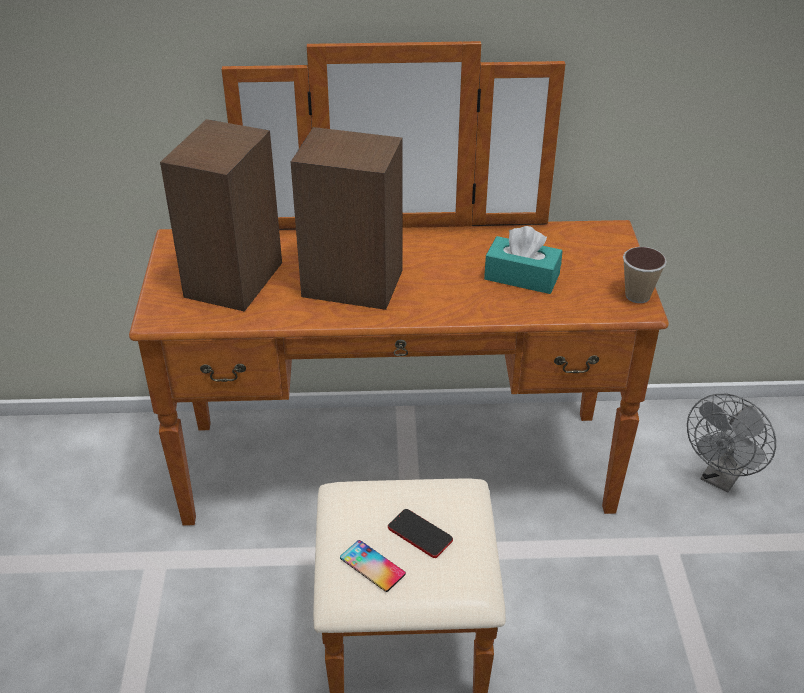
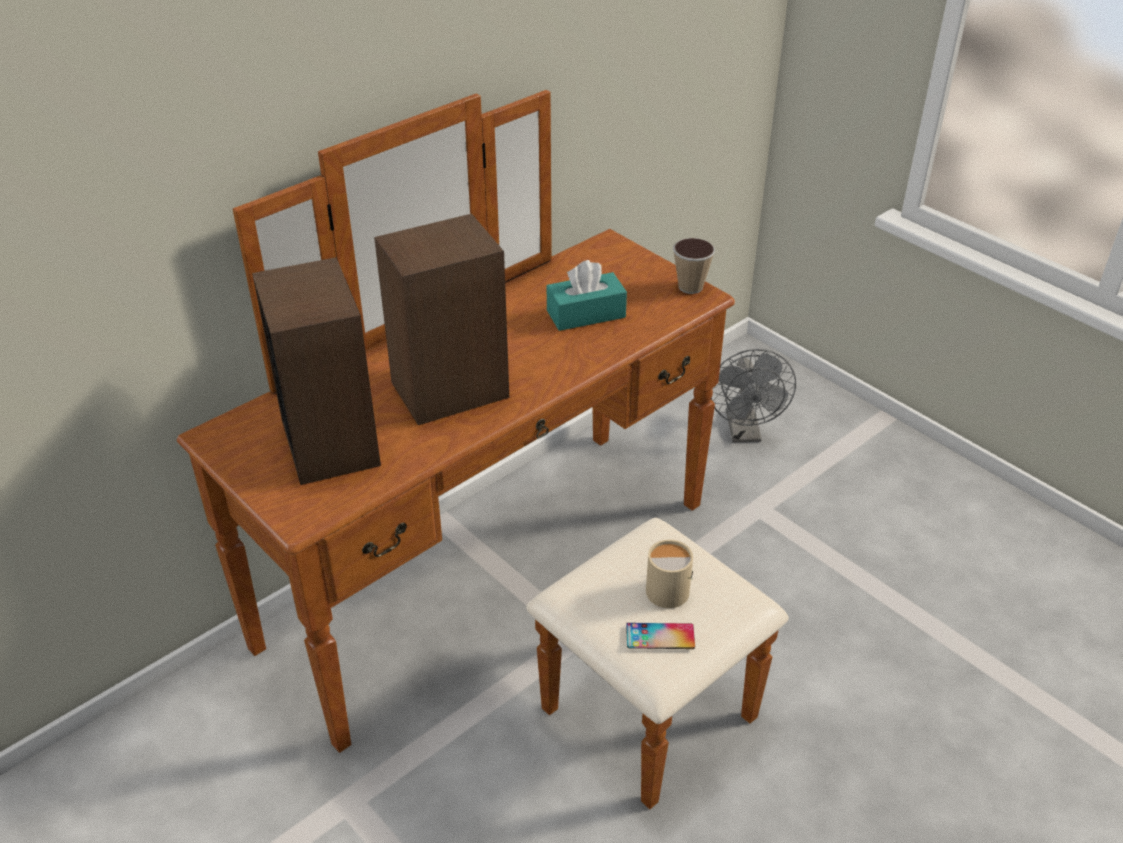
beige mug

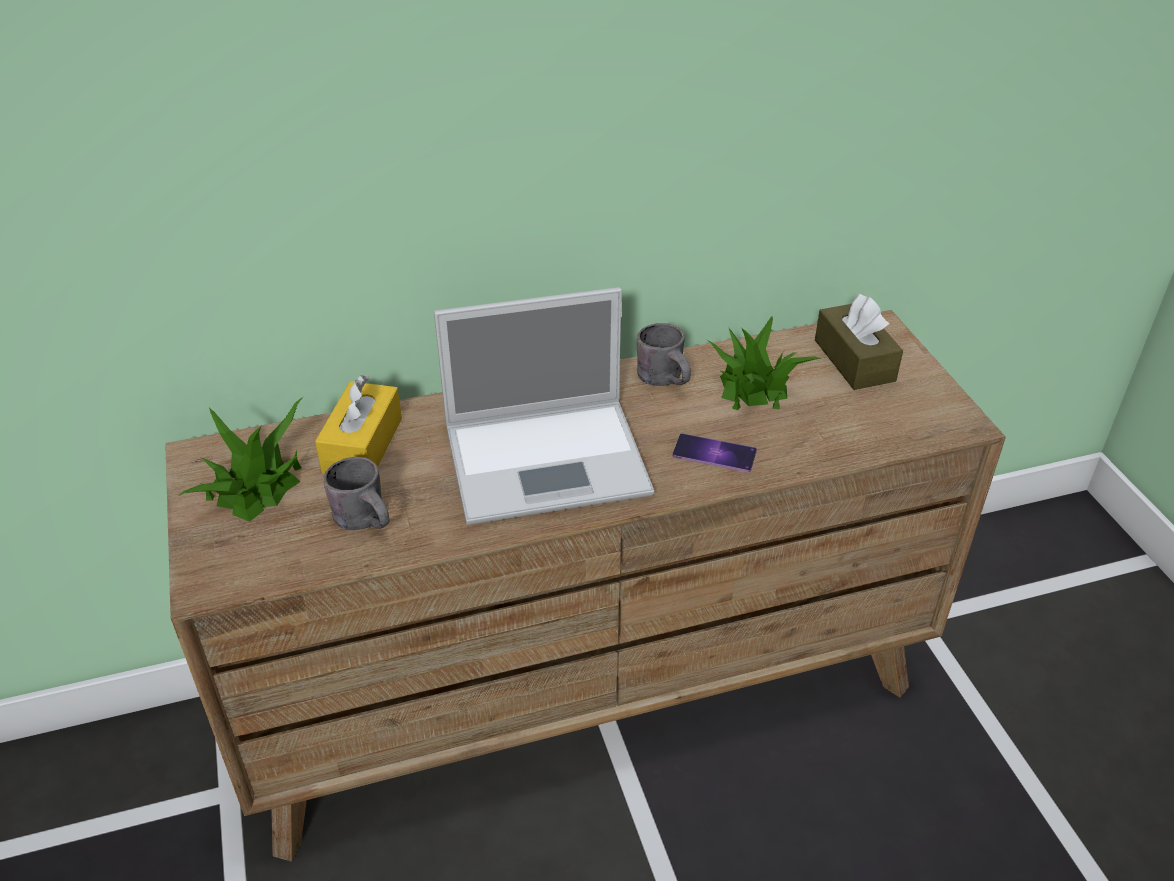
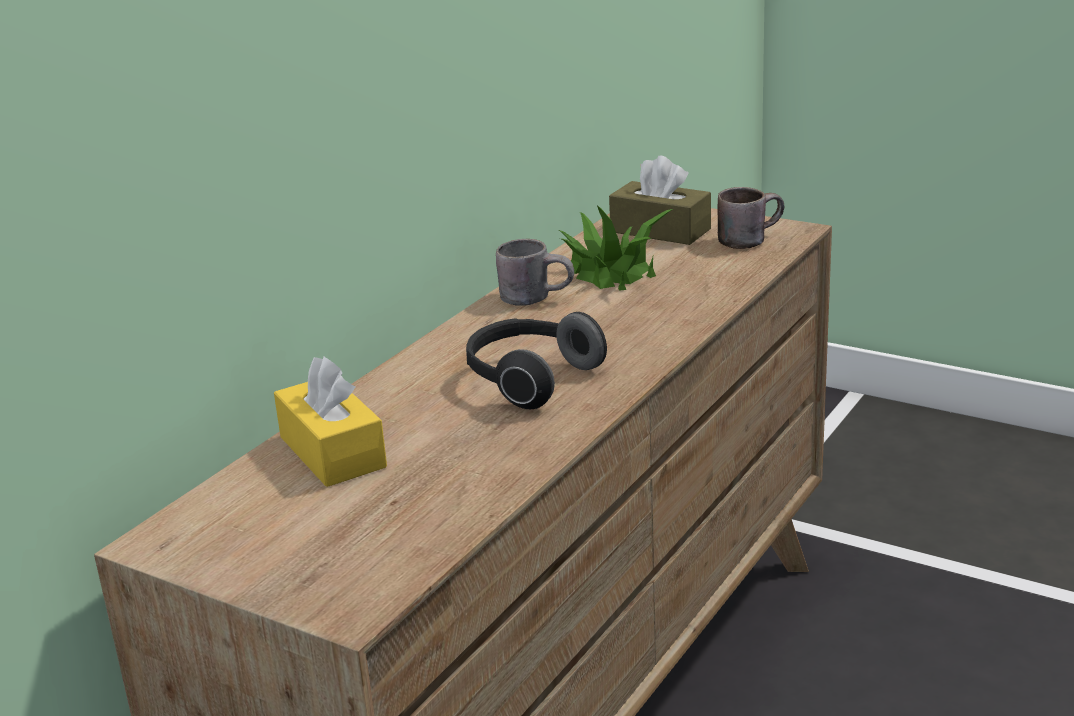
potted plant (1st from left in the first image)
grey mug (1st from left in the first image)
headphones
phone
brown mug

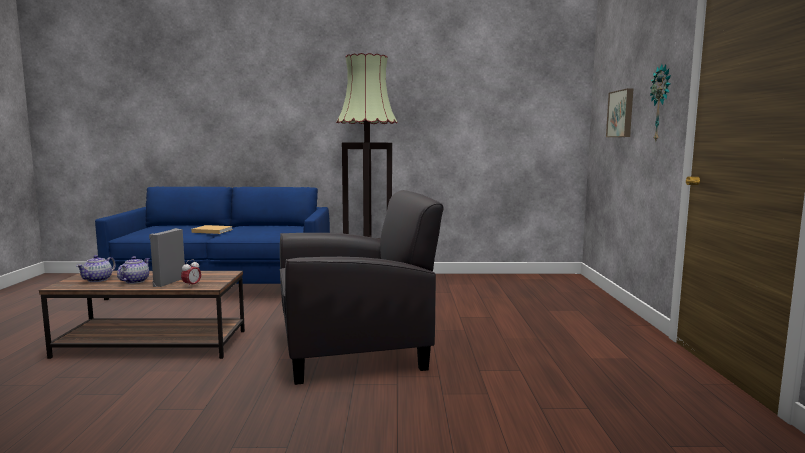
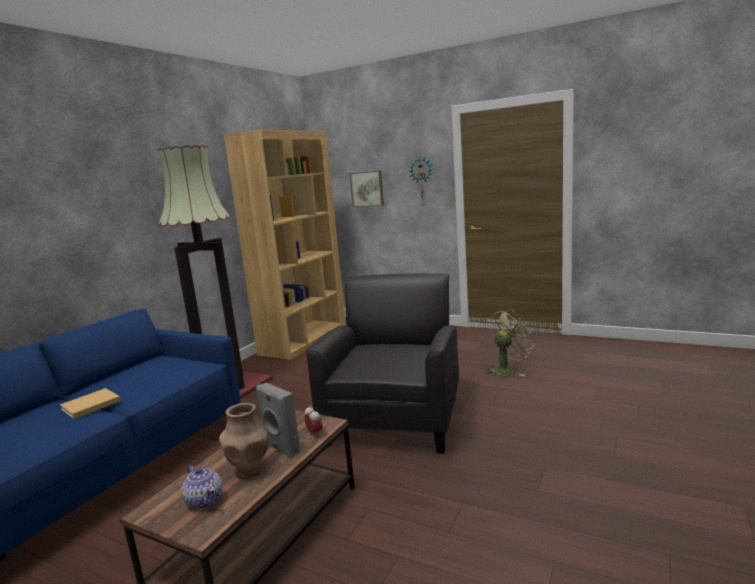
brown vase
brown bookcase
green fan

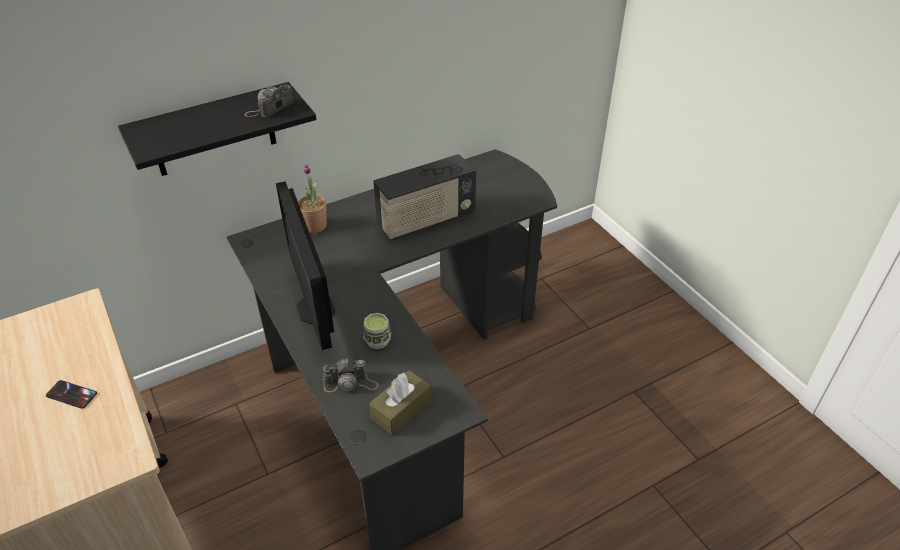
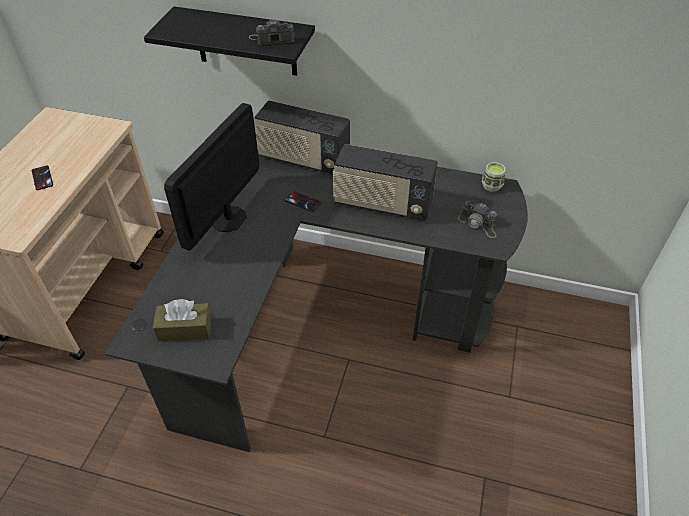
radio (1st from left)
photo camera (2nd from left)
cup
phone (2nd from left)

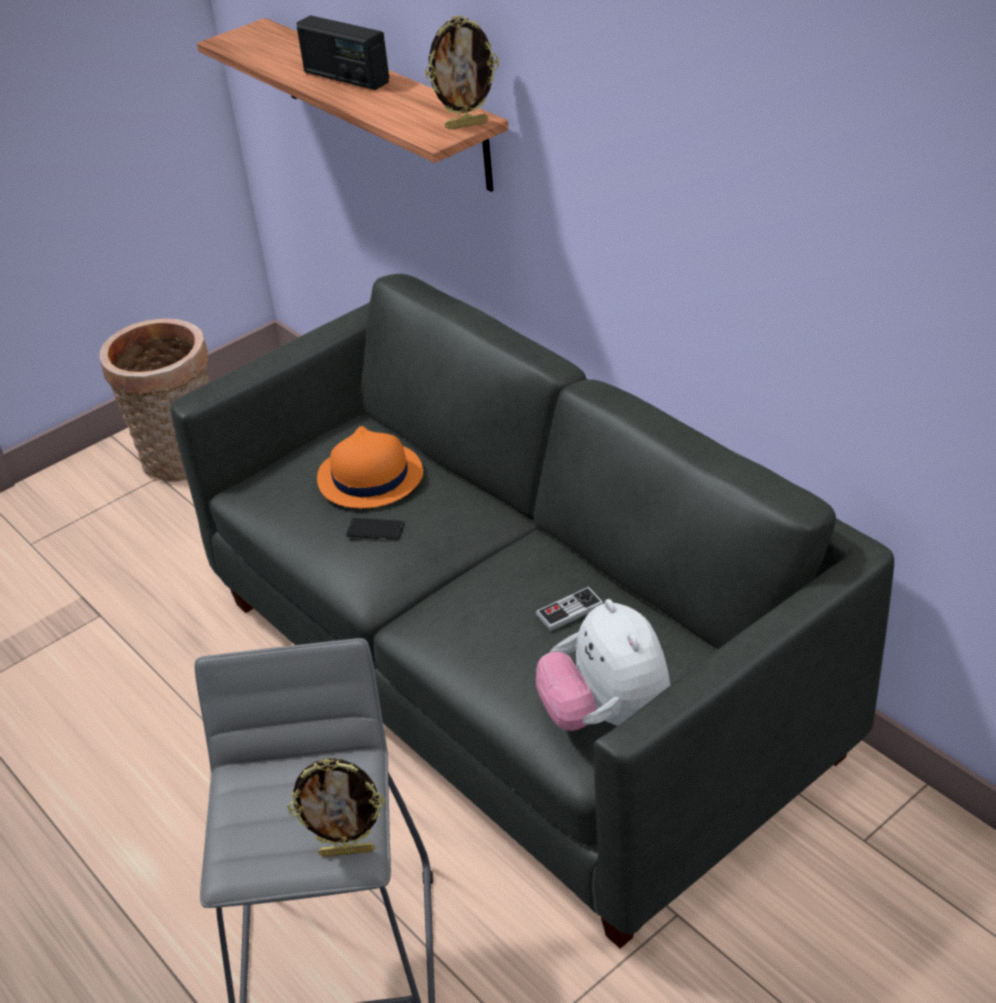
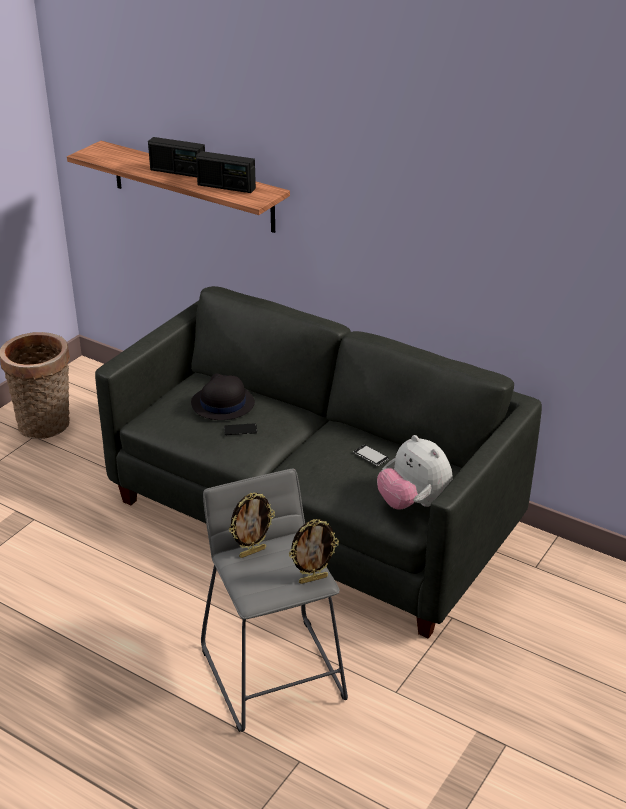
black hat
picture frame (1st from left)
phone (2nd from left)
radio (2nd from left)

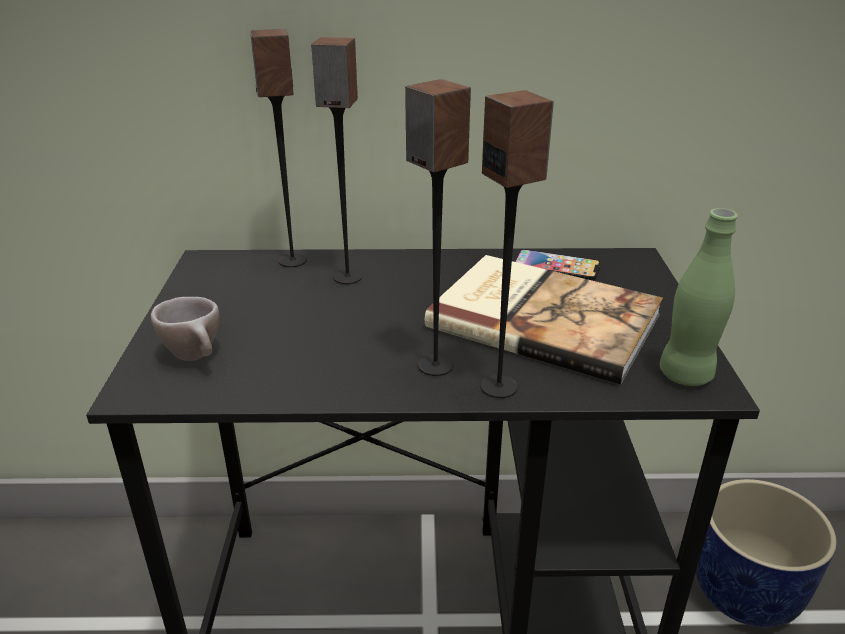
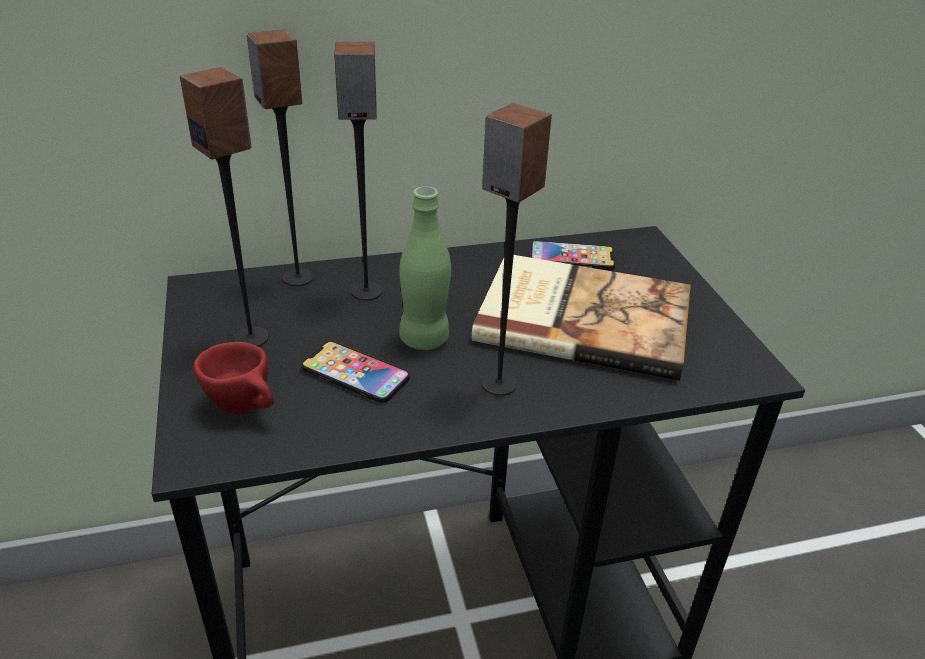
red cup
speaker (1st from left)
green bottle
blue planter
phone (1st from left)

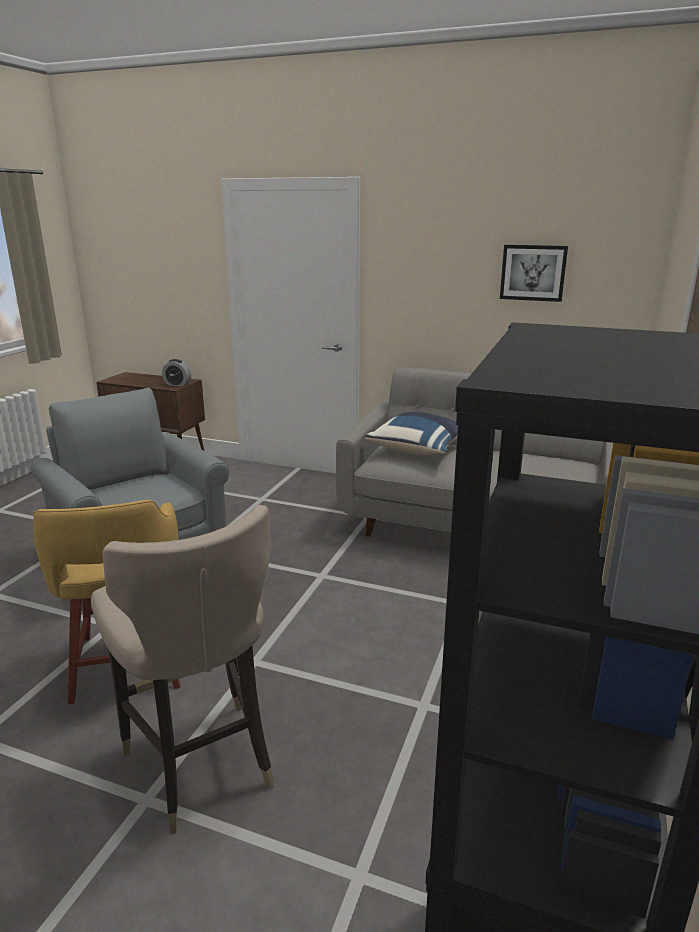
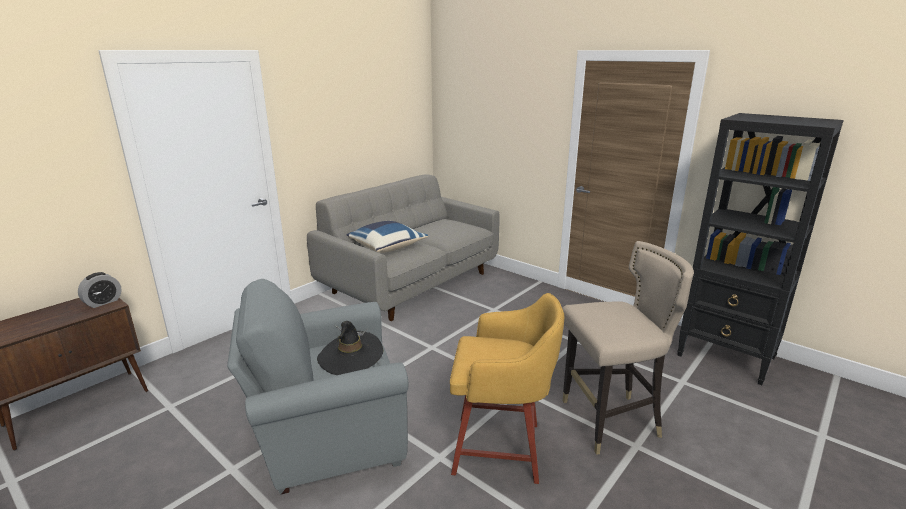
picture
black hat

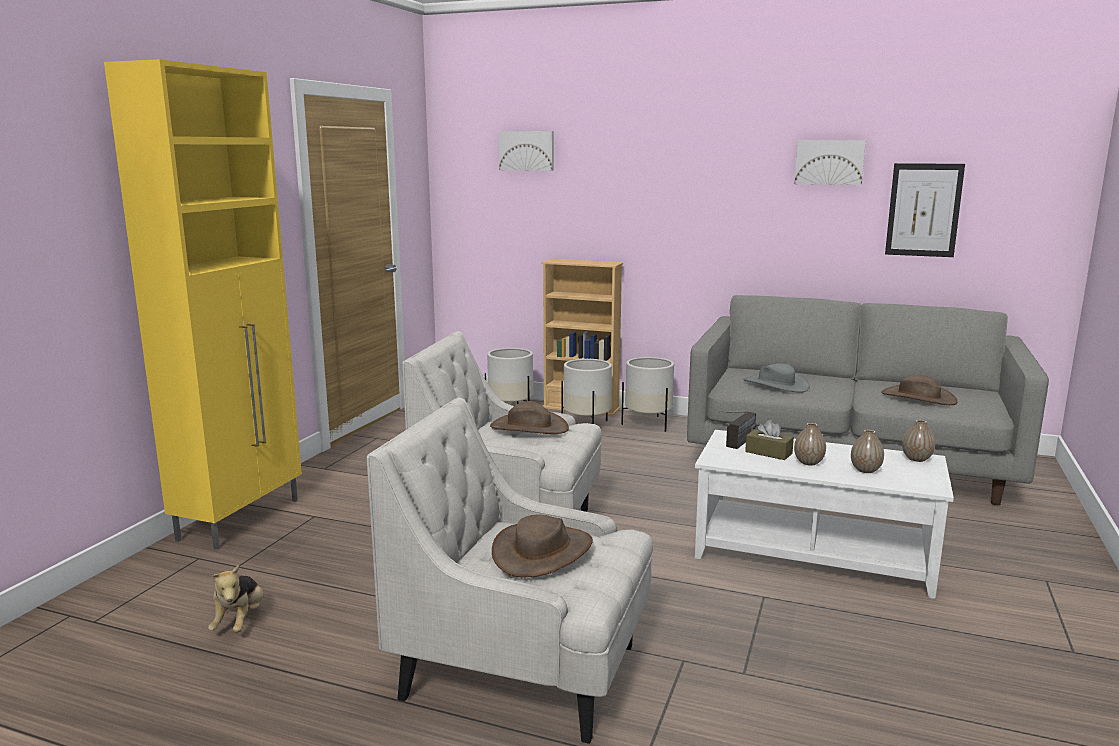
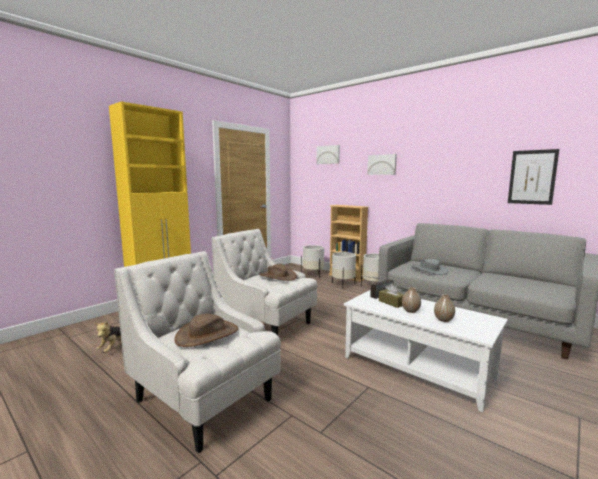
picture (2nd from left)
brown hat (3rd from left in the first image)
vase (3rd from left in the first image)

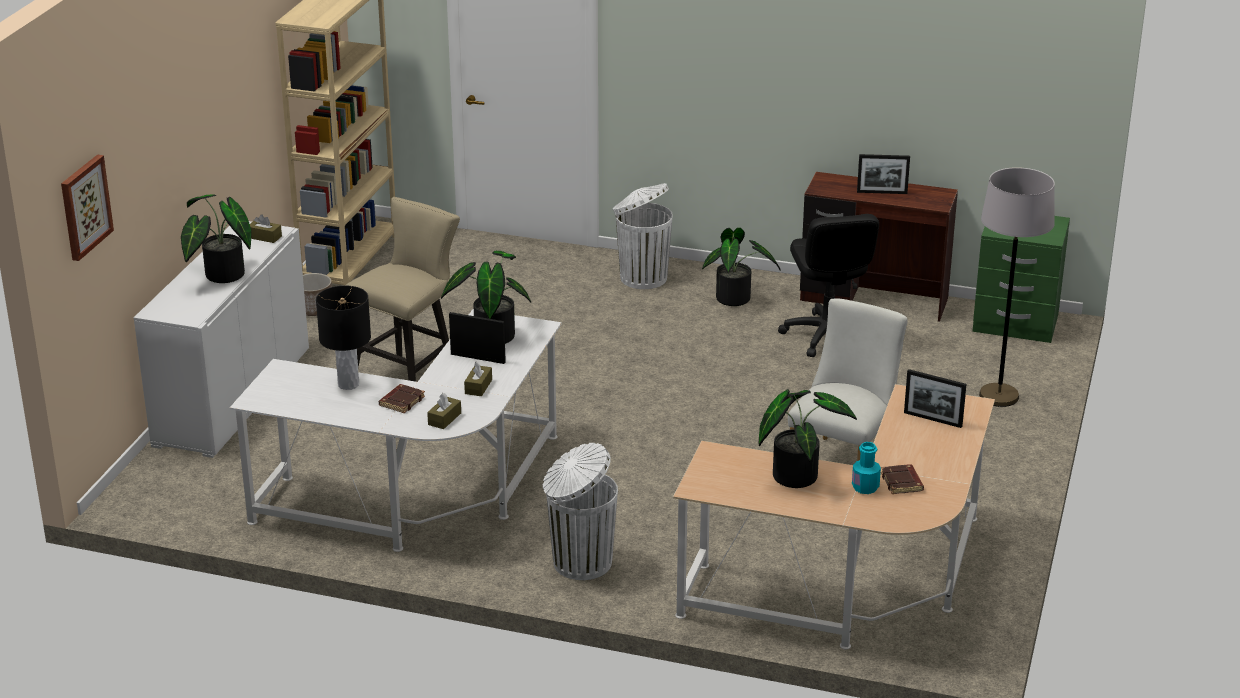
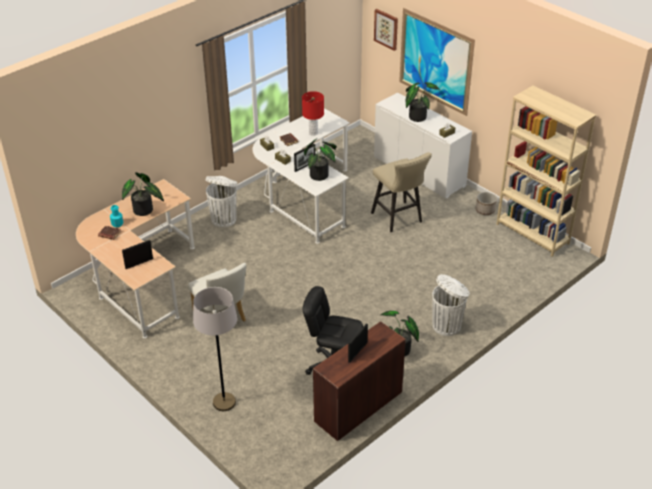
red table lamp
green nightstand
picture (2nd from left)

